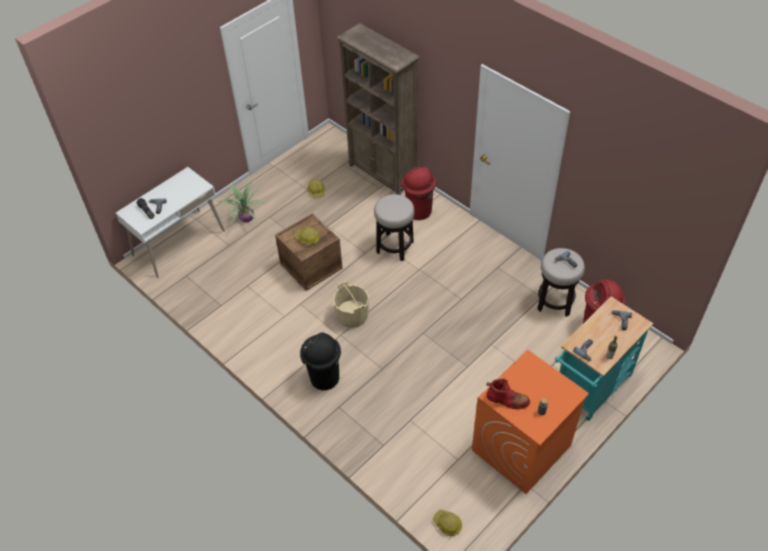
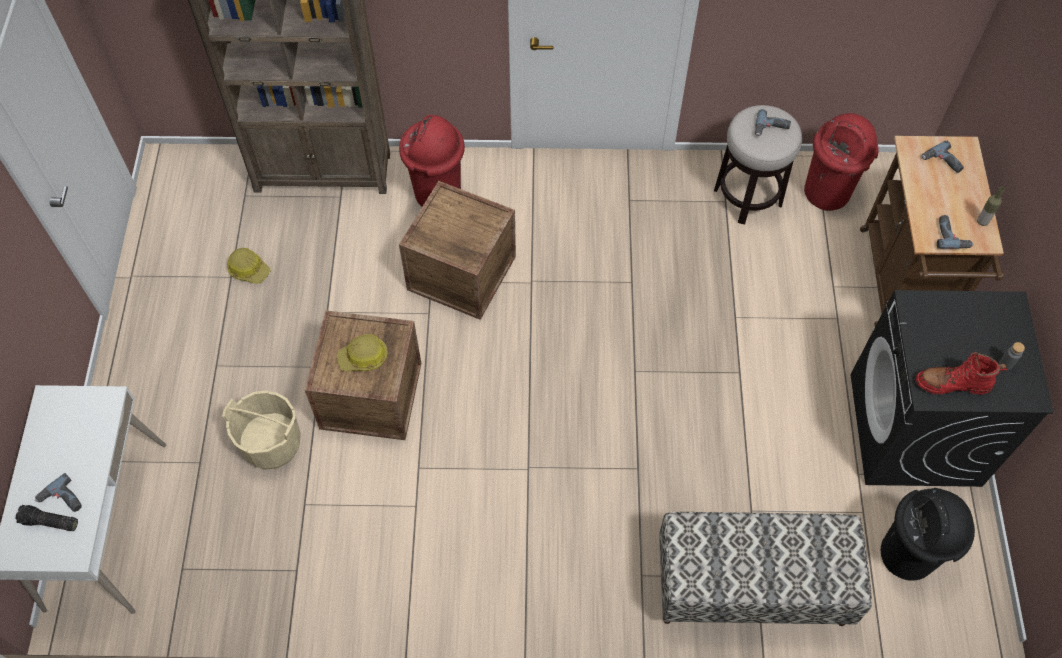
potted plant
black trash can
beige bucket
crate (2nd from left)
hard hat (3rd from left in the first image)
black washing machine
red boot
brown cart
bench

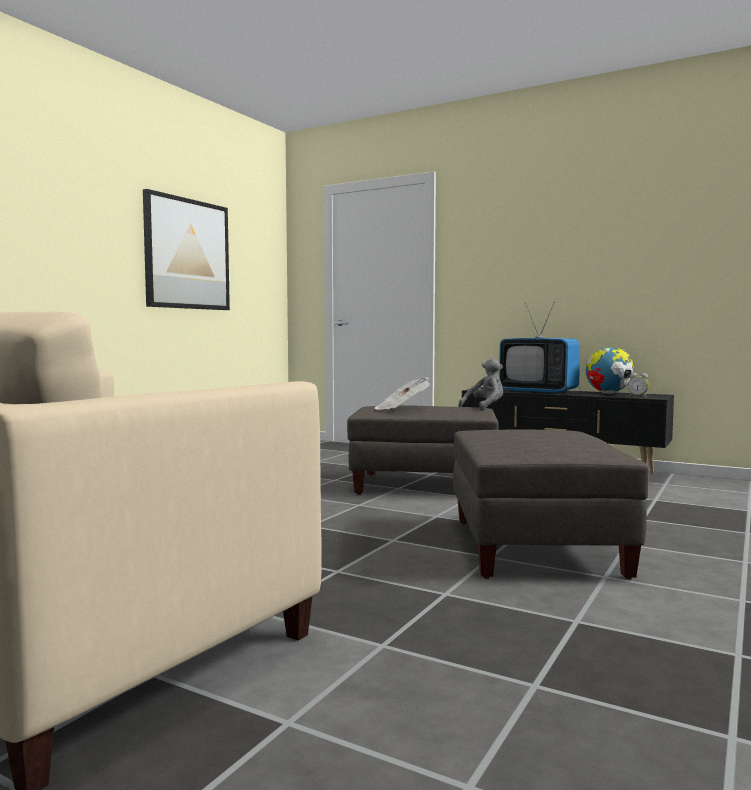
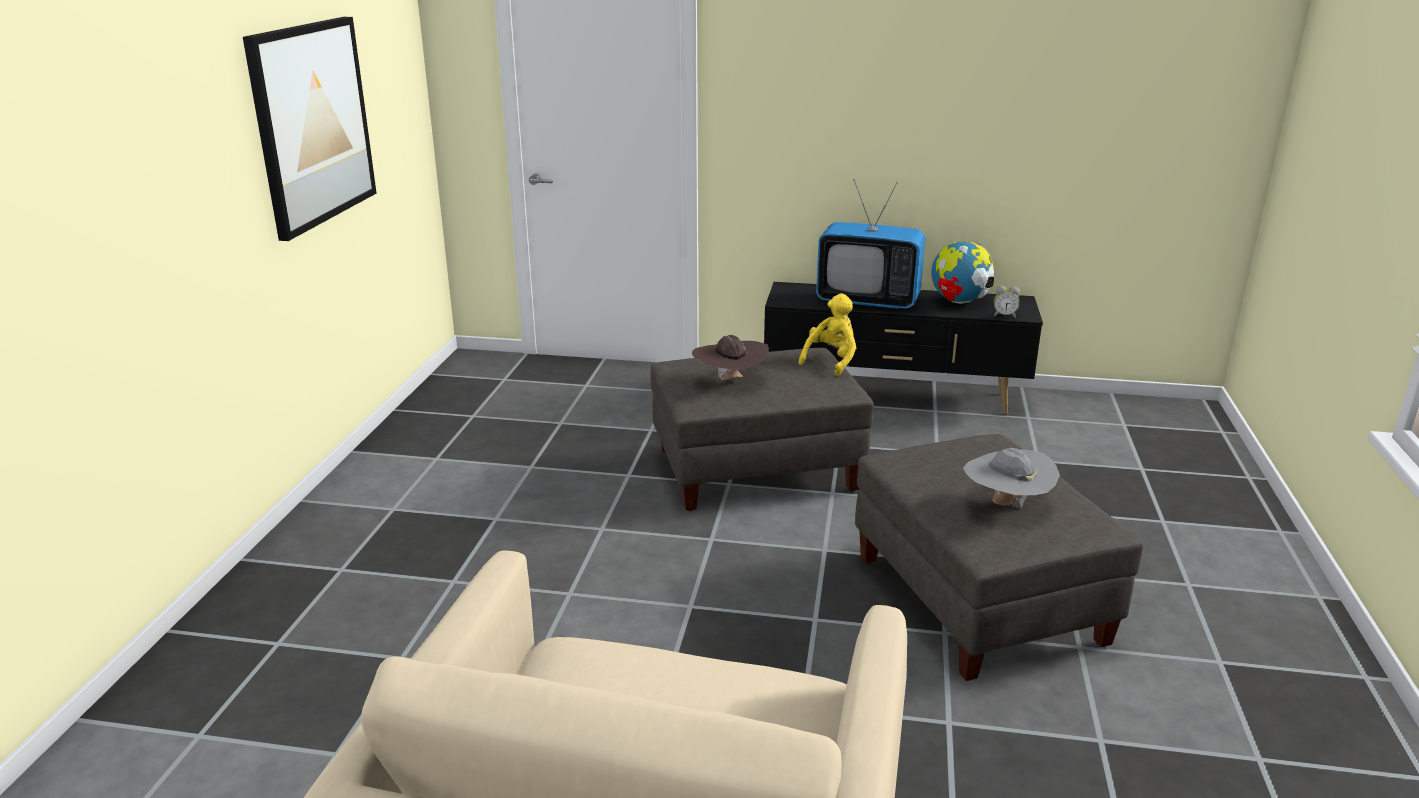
brown hat
yellow plush toy
grey hat

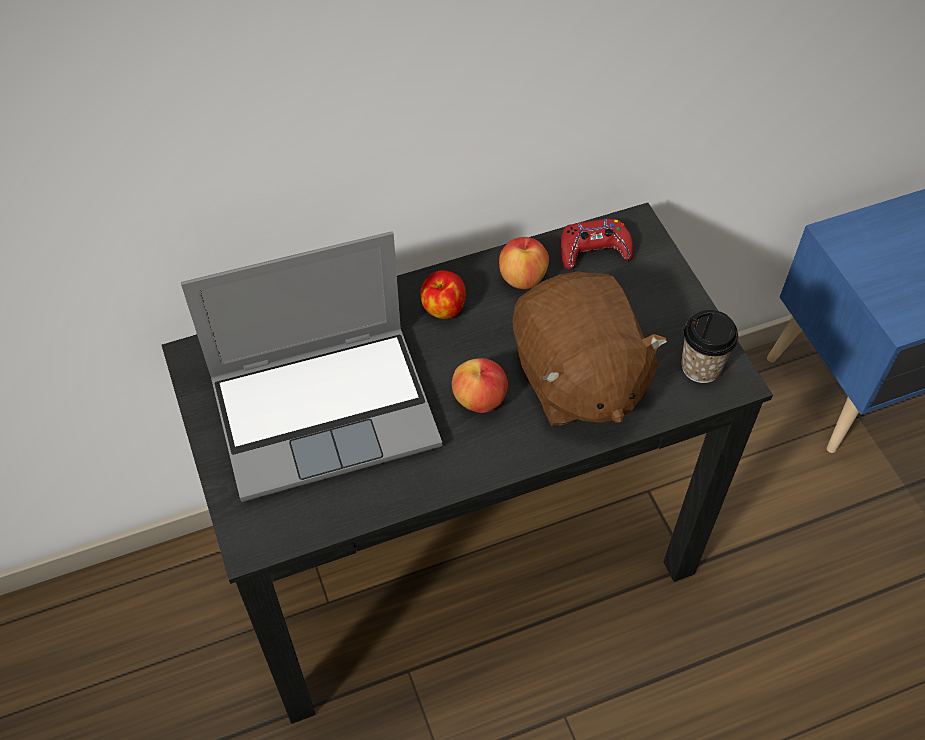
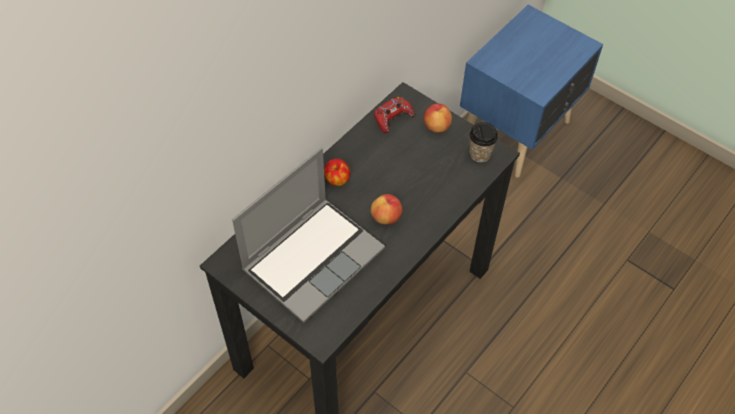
apple (3rd from left)
brown plush toy

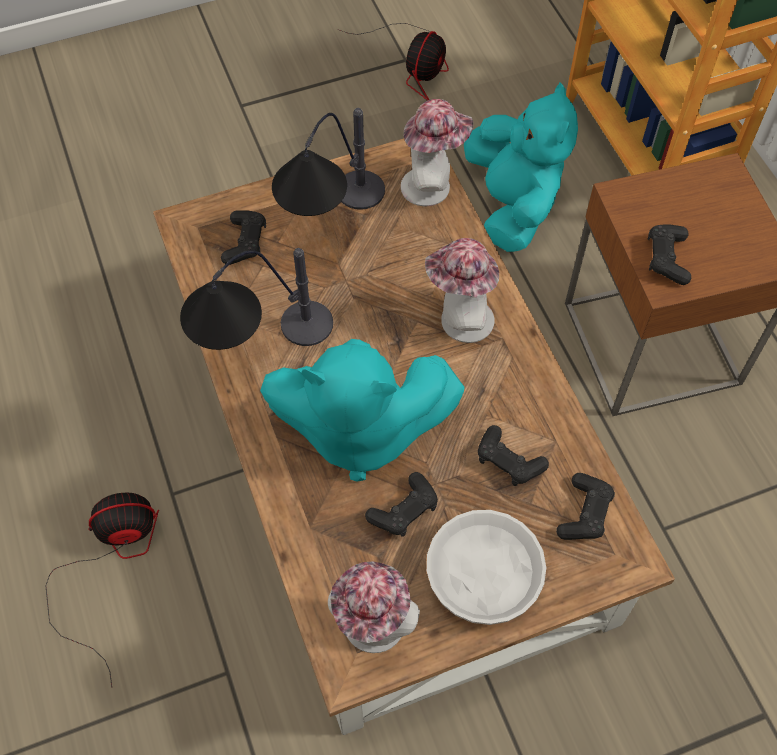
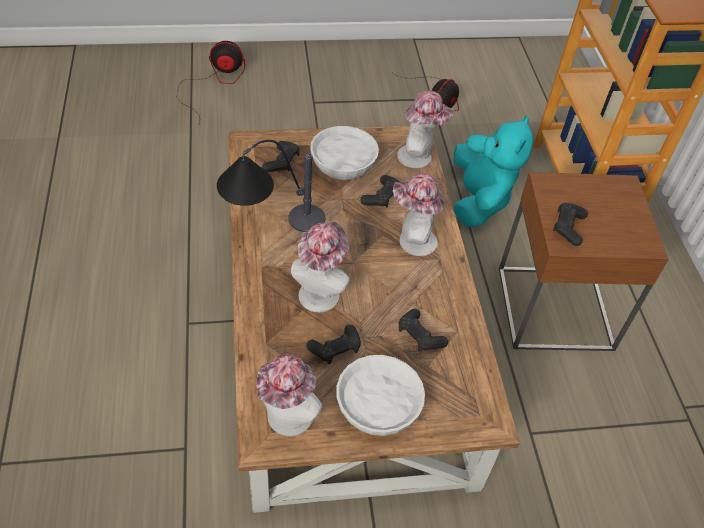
fan (1st from left)
hat (2nd from left)
white bowl (1st from left)
black game controller (3rd from left)

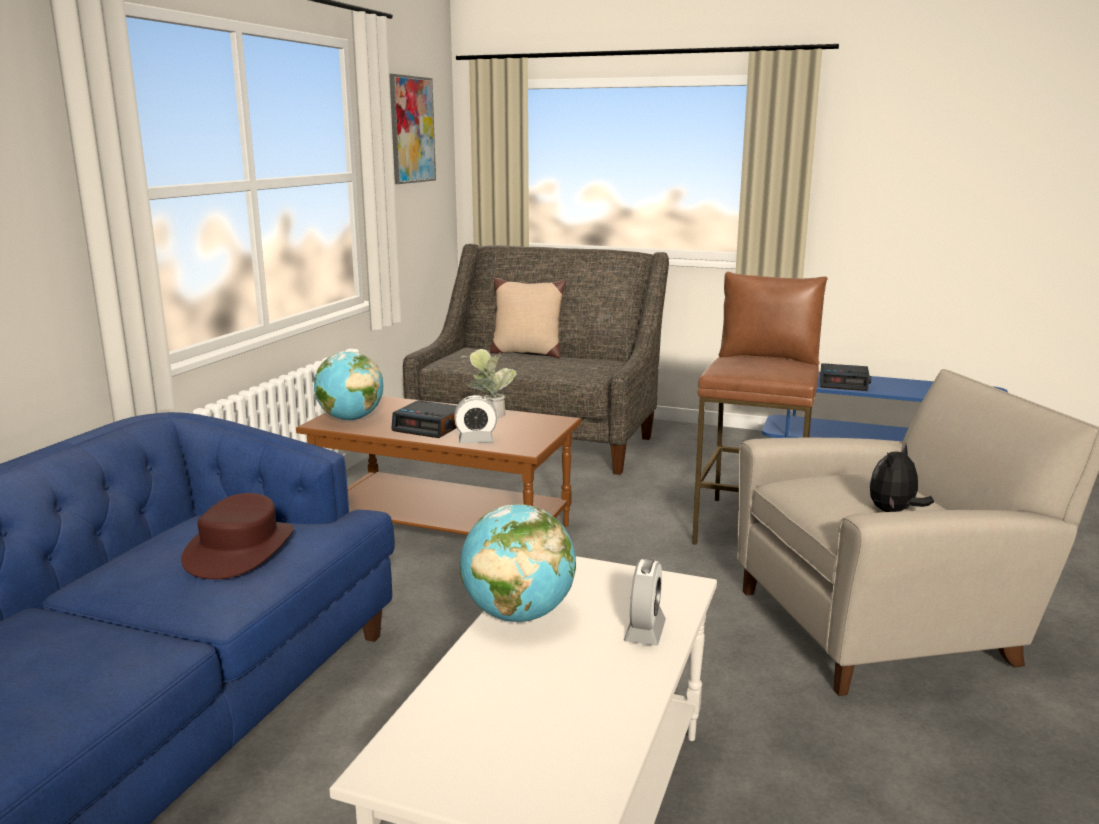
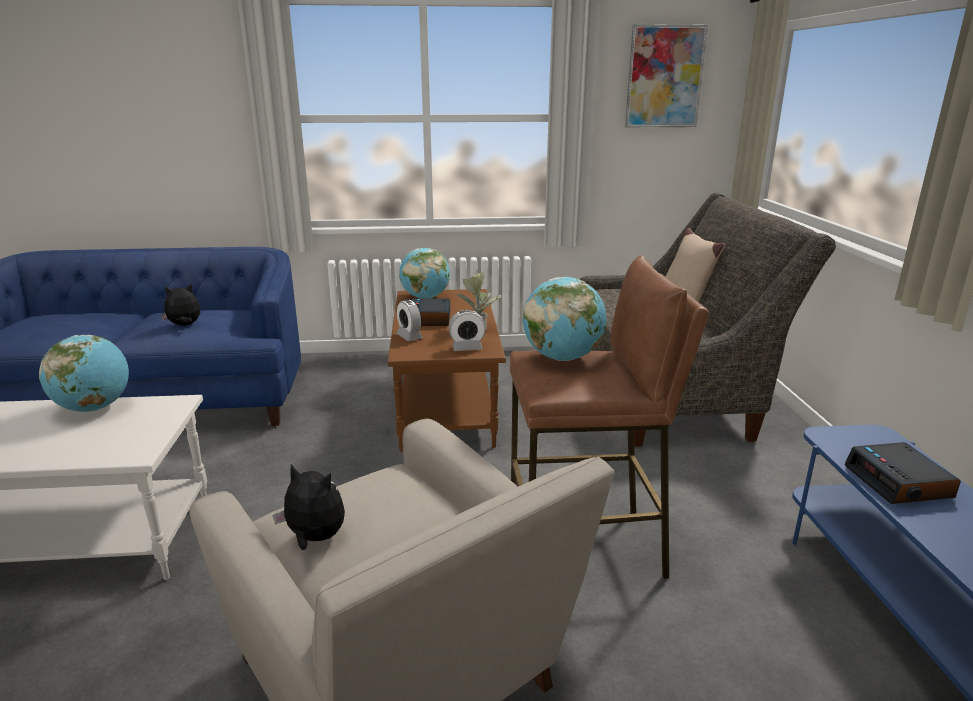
plush toy (1st from left)
alarm clock (3rd from left)
globe (3rd from left)

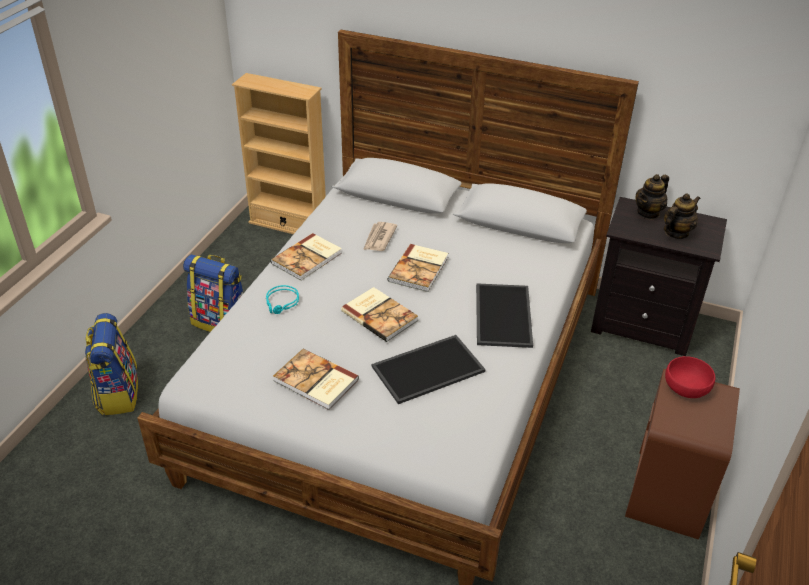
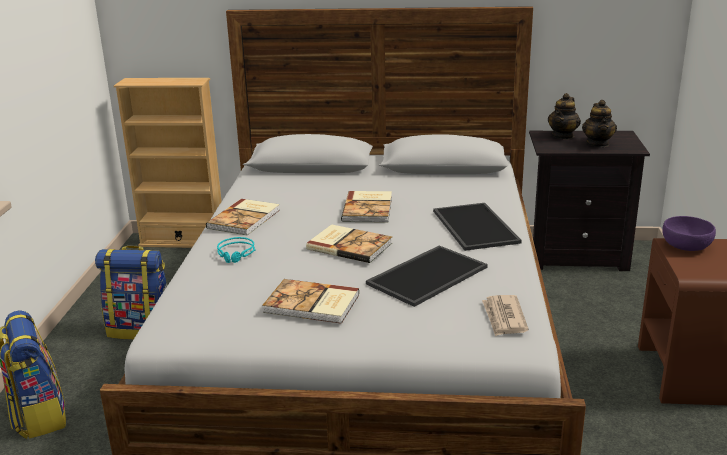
newspaper
teapot (2nd from left)
purple bowl

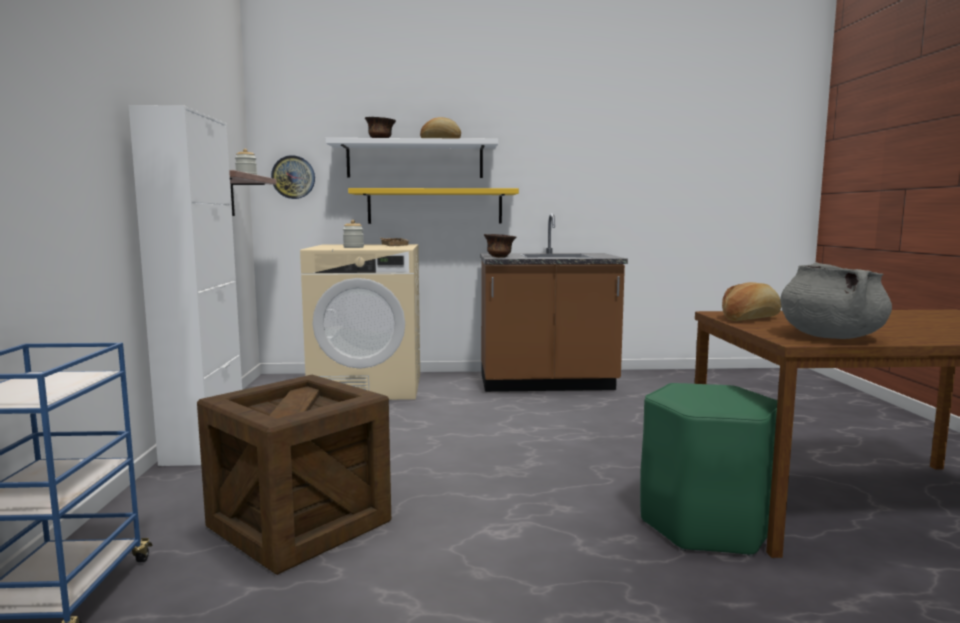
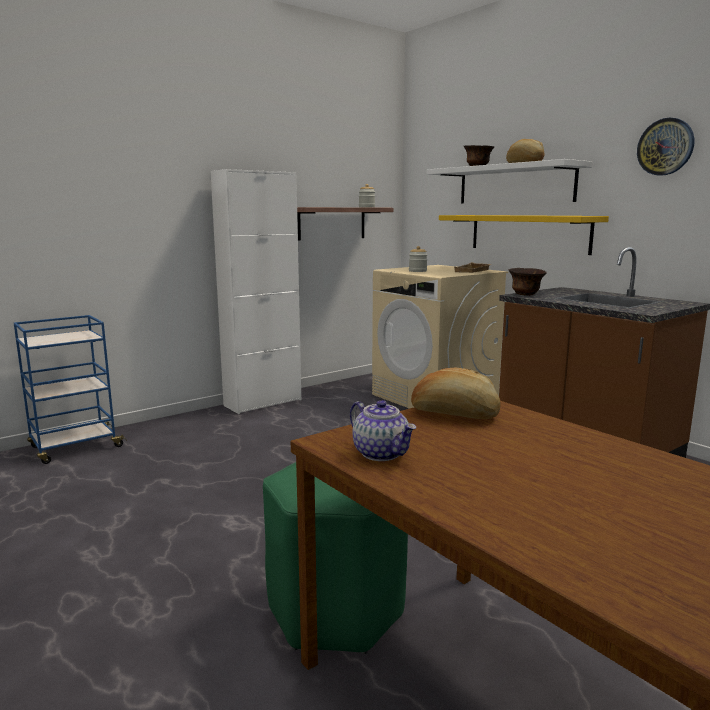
crate
wall clock
teapot

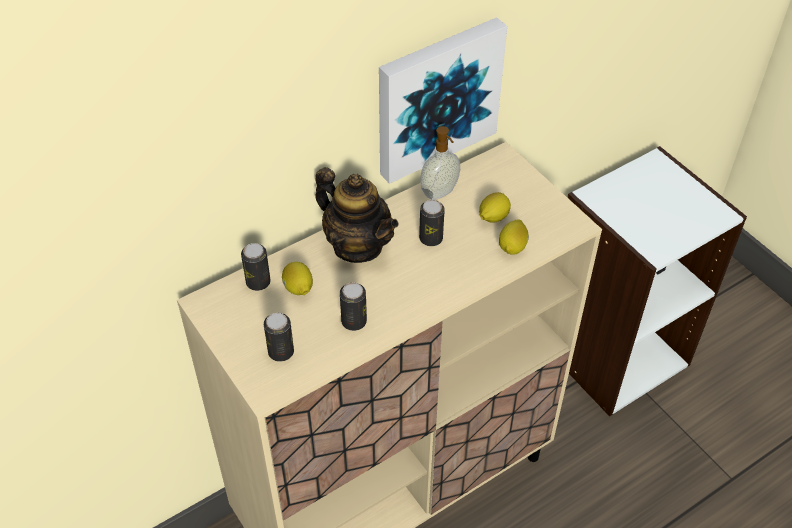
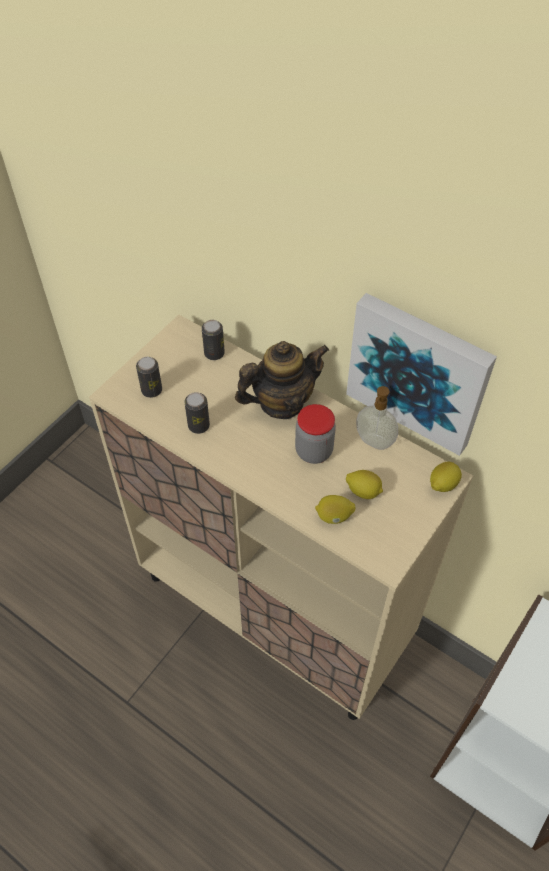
lemon (3rd from left)
teapot
jar

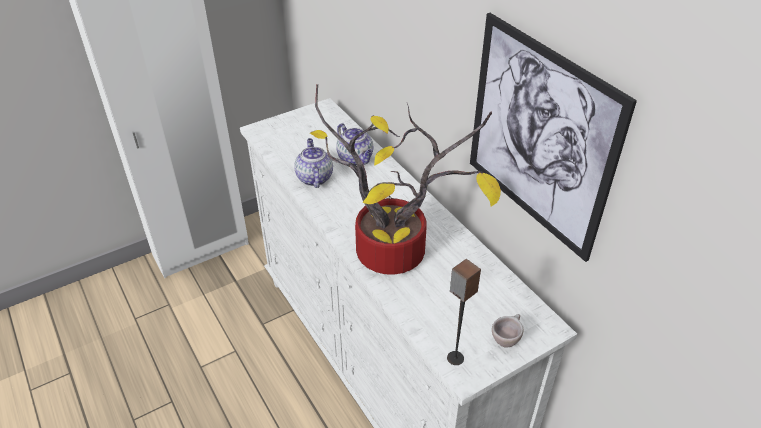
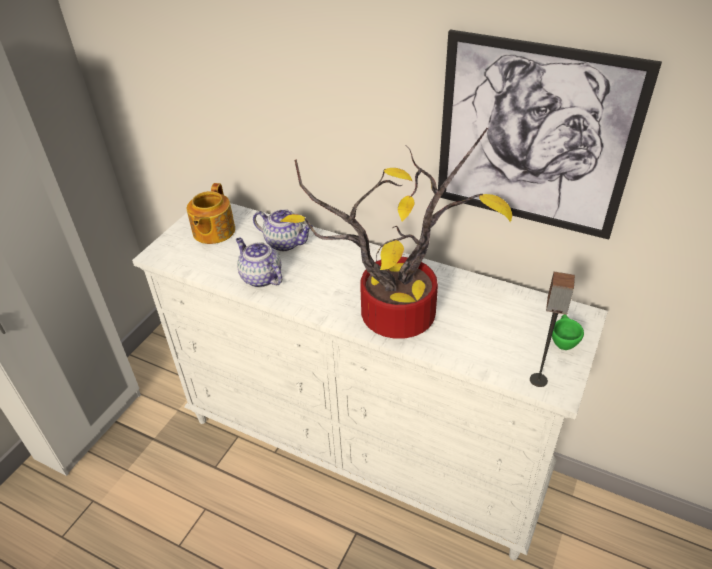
green cup
teapot (1st from left)

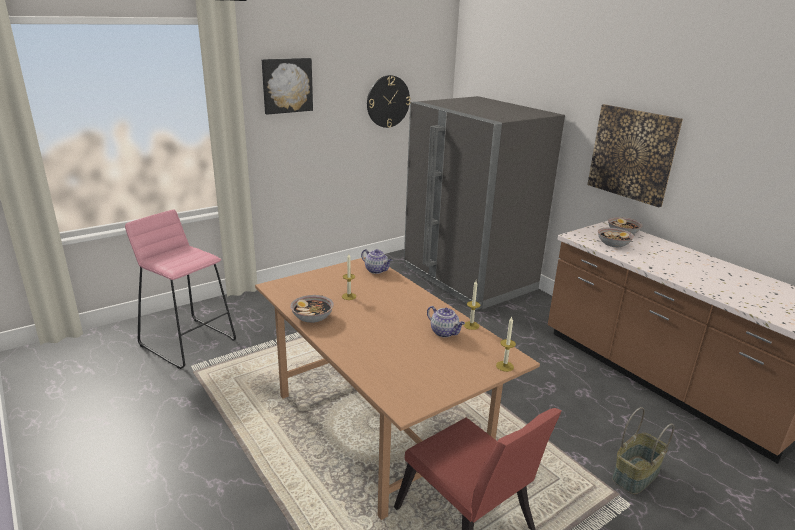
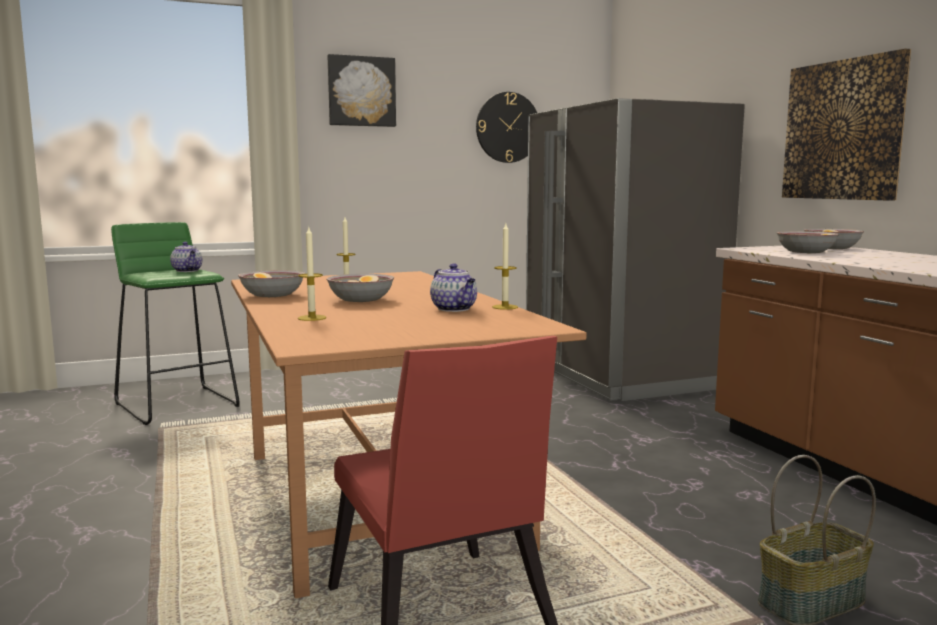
green stool
teapot (1st from left)
candle (1st from left)
bowl (2nd from left)

